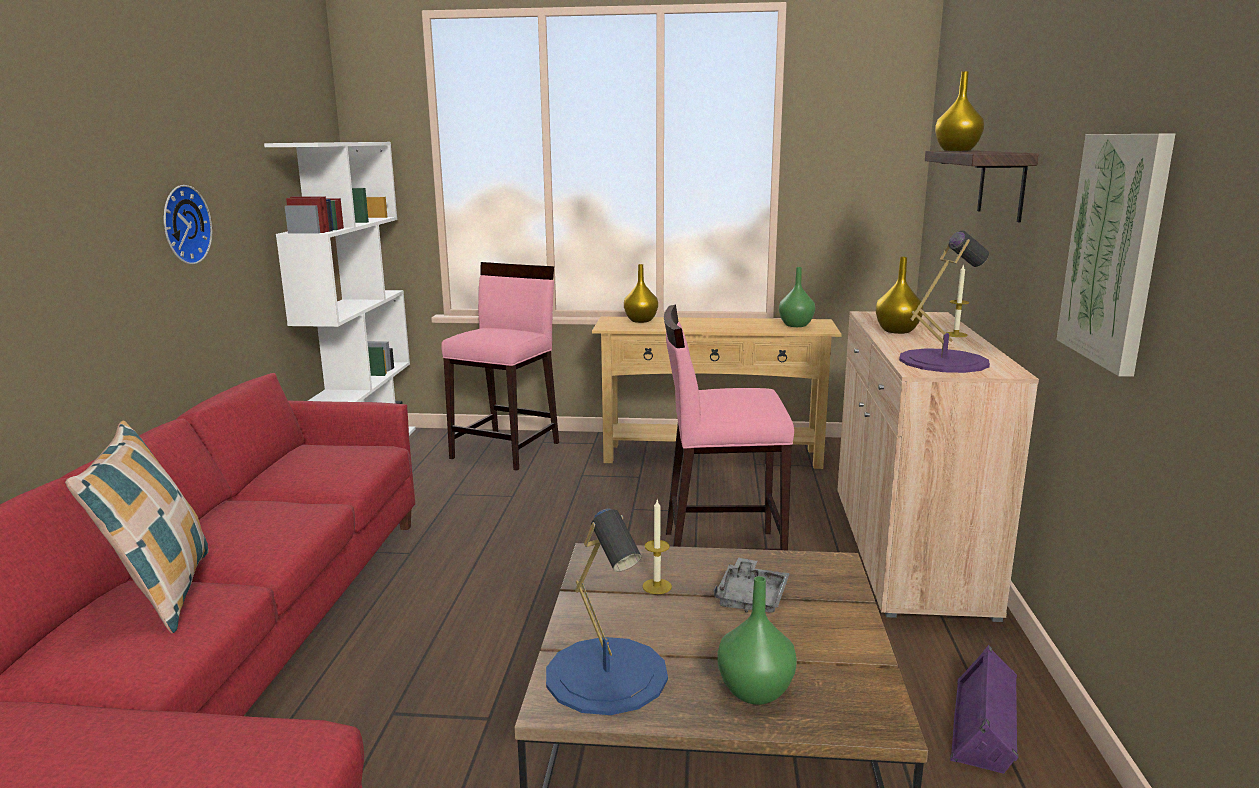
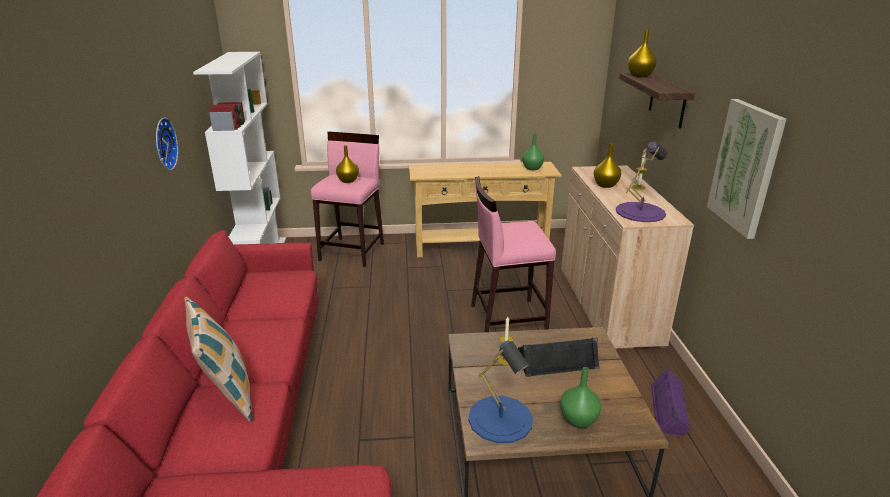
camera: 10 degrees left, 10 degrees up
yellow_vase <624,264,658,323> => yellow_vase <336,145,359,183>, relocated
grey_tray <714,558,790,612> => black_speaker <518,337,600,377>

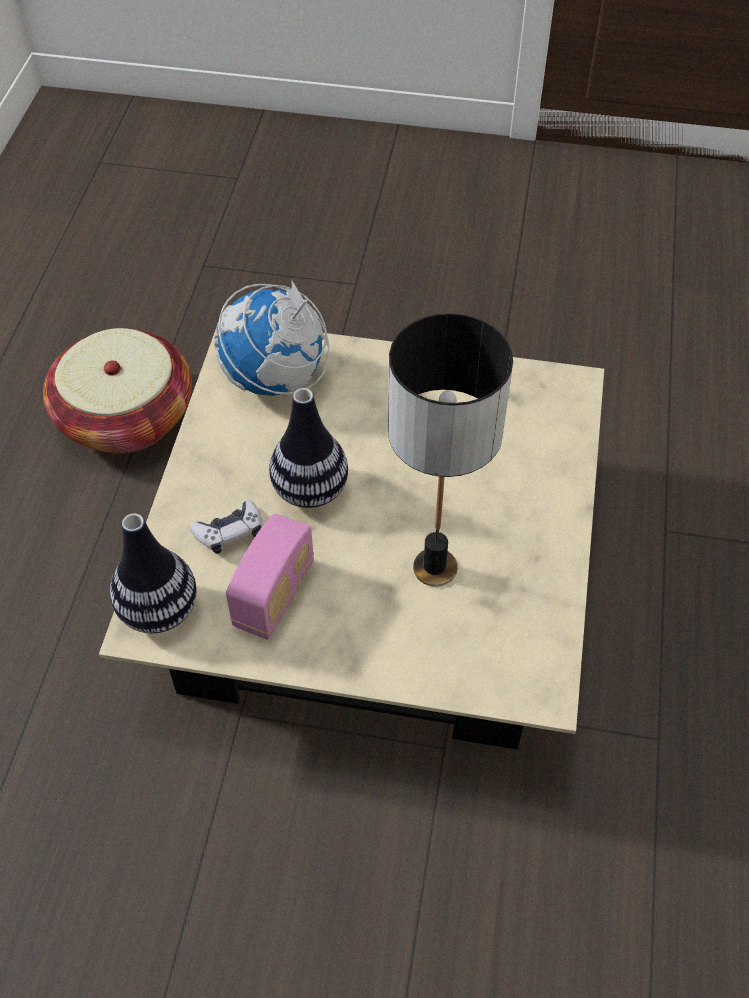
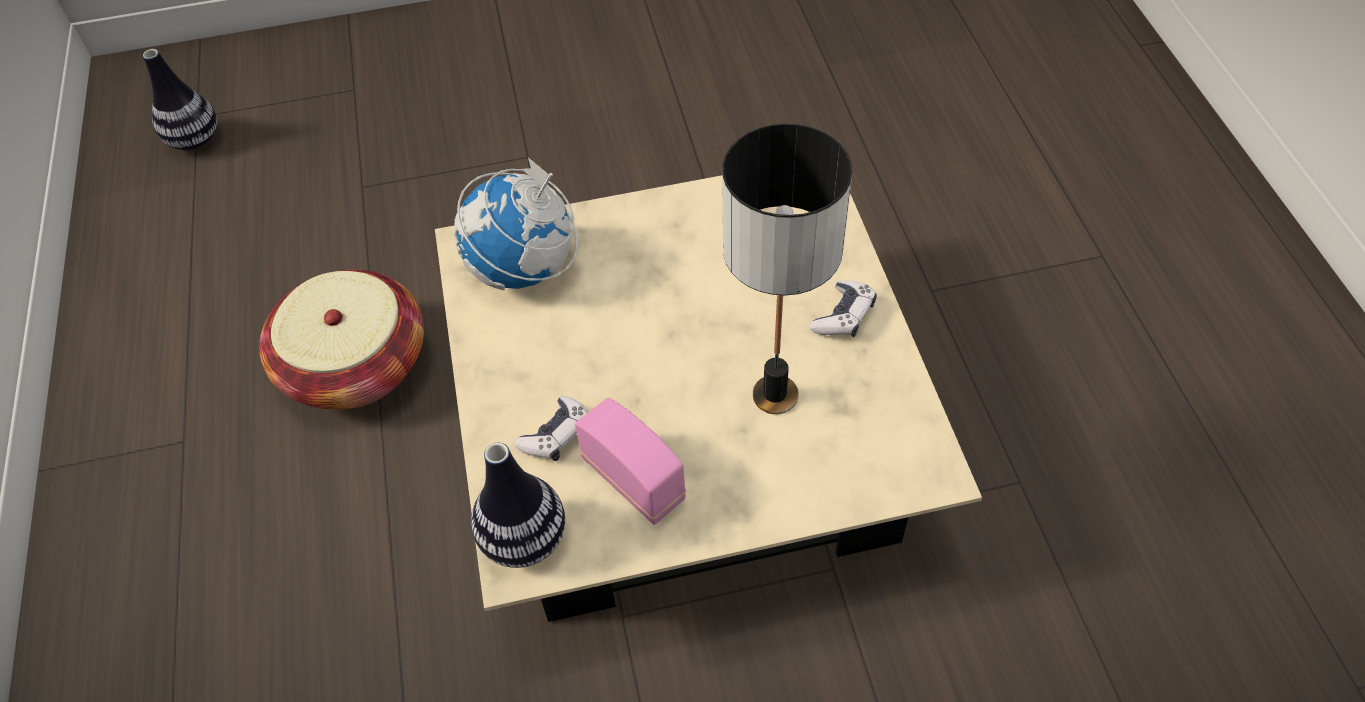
camera: 20 degrees left, 0 degrees up
radio <226,513,314,640> => radio <575,398,686,525>, 45 degrees counterclockwise
vase <269,388,348,508> => vase <143,49,217,150>, relocated
nothing => game_controller <810,280,877,337>

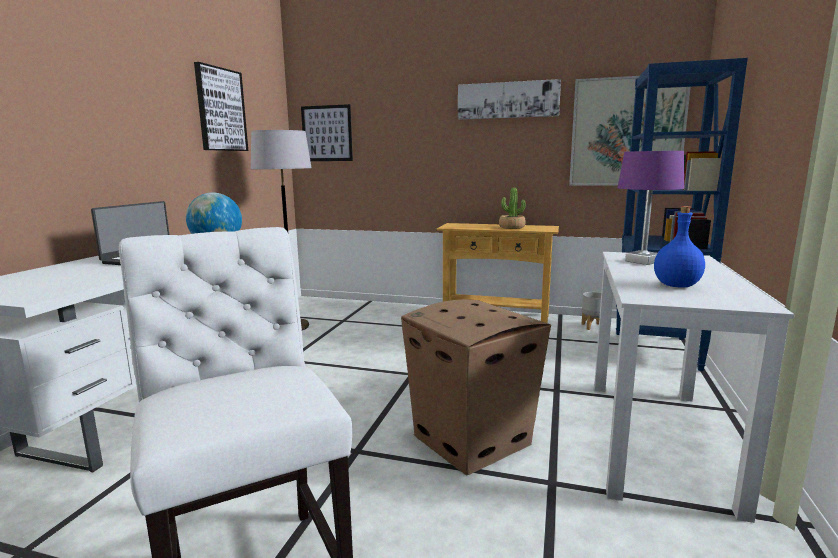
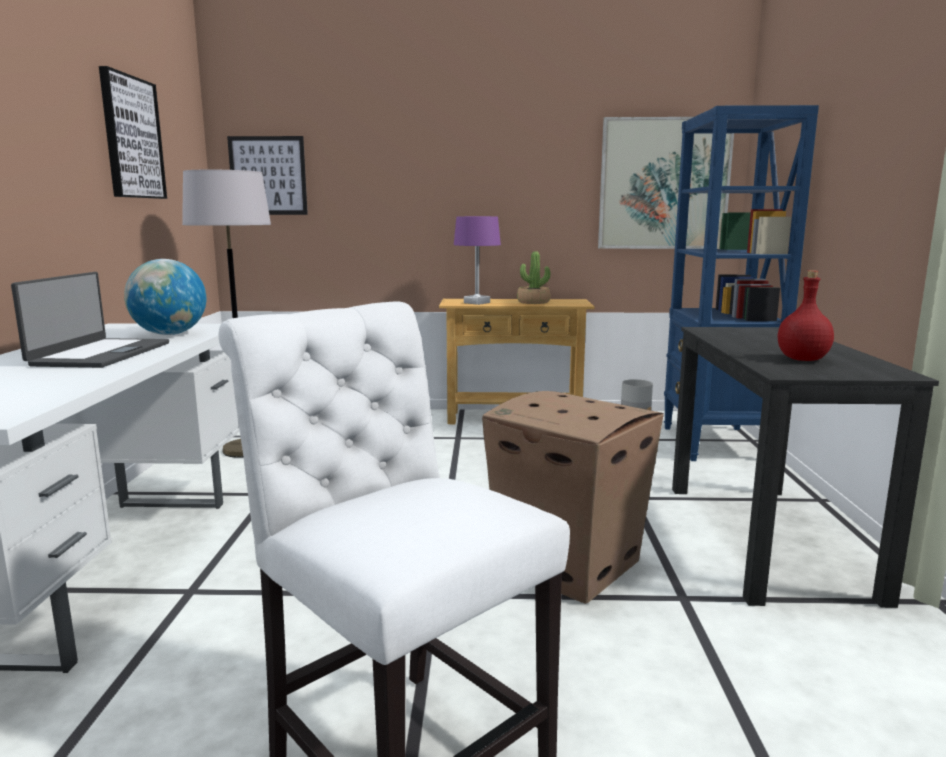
camera: 15 degrees left, 0 degrees up
picture <458,79,561,120> => nothing
white_desk <594,252,795,523> => black_desk <672,327,939,608>
purple_table_lamp <617,151,684,265> => purple_table_lamp <454,216,501,305>, relocated
blue_bottle <654,206,705,288> => red_bottle <778,270,834,361>

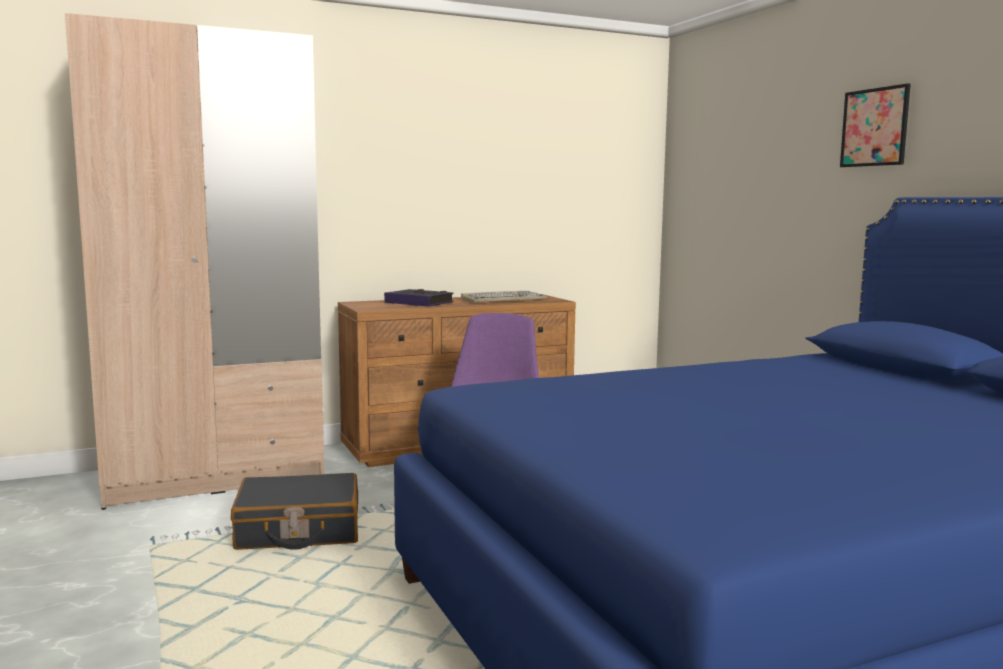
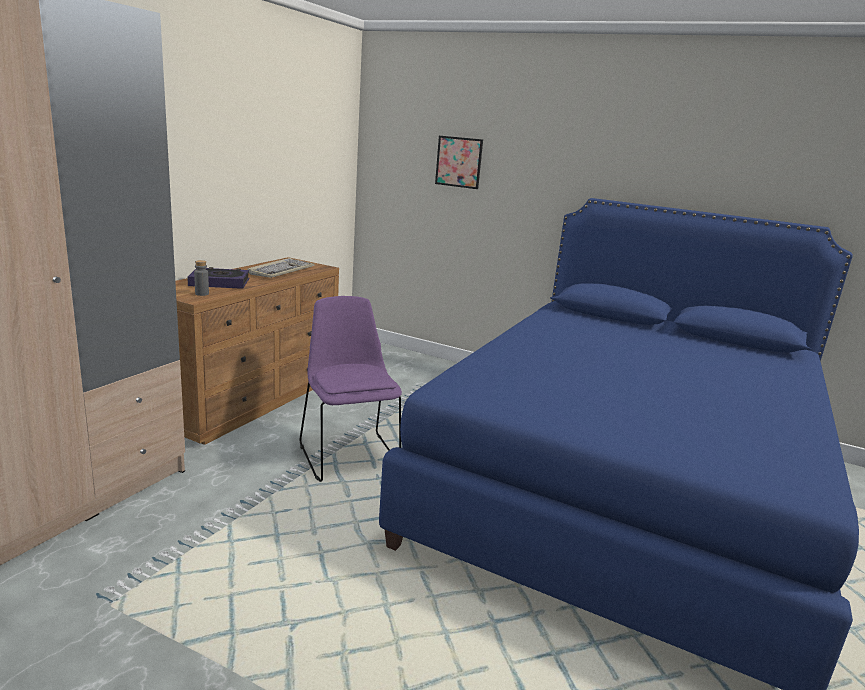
camera: 40 degrees left, 10 degrees up
black_suitcase <231,473,358,550> => nothing
picture <840,83,911,167> => picture <435,136,483,189>, relocated
nothing => grey_bottle <194,260,209,296>

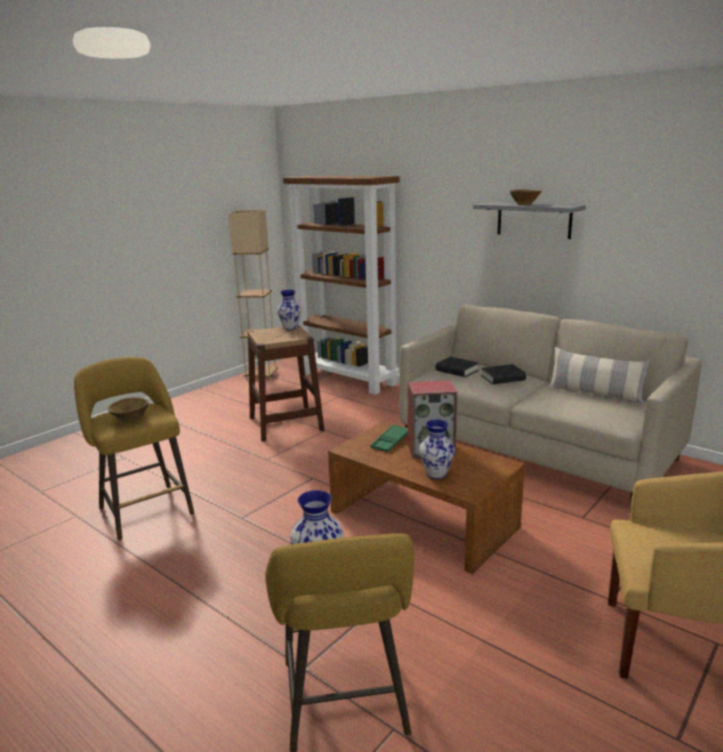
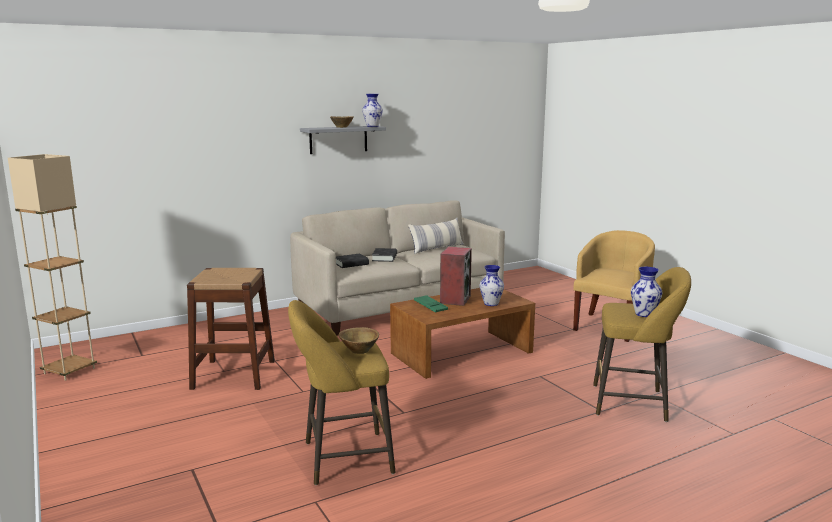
camera: 70 degrees left, 5 degrees down
vase <277,290,301,330> => vase <362,94,383,127>, relocated
brown_bookcase <283,176,400,395> => nothing

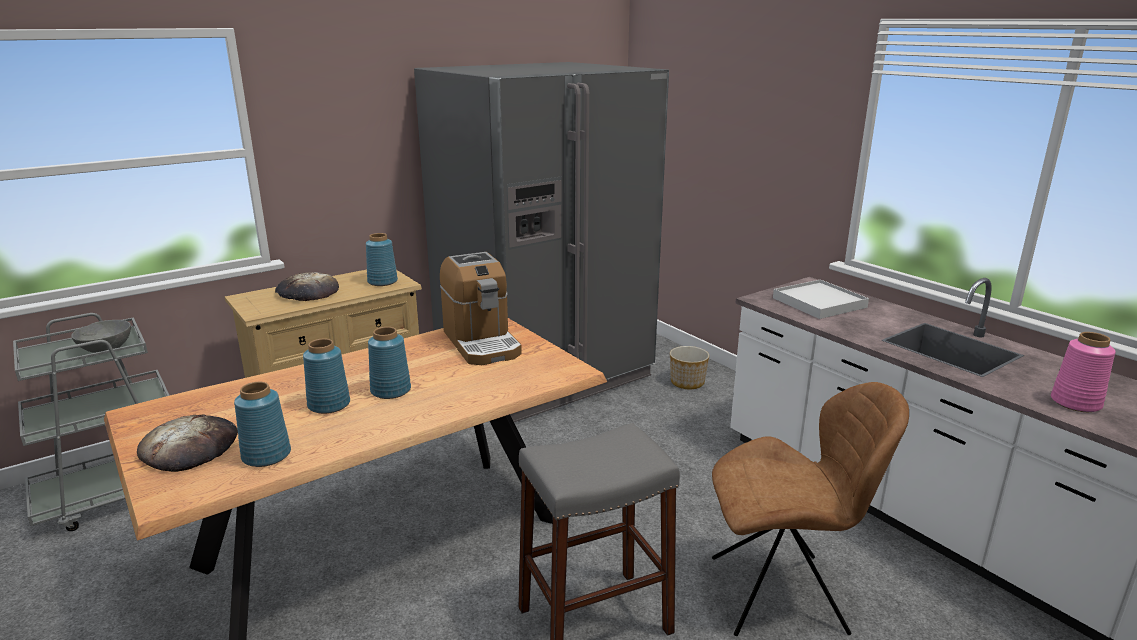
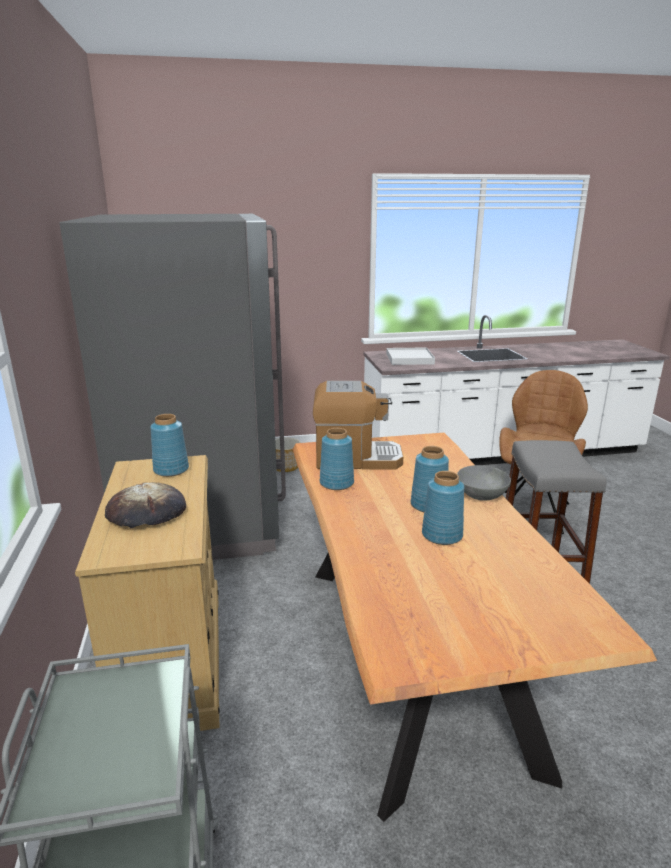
camera: 65 degrees left, 0 degrees up
grey_bowl <71,320,131,353> => grey_bowl <457,465,511,500>, relocated
bread <137,415,238,472> => nothing
blue_vase <234,382,291,467> => blue_vase <320,428,354,490>, relocated
pink_vase <1051,332,1116,412> => nothing

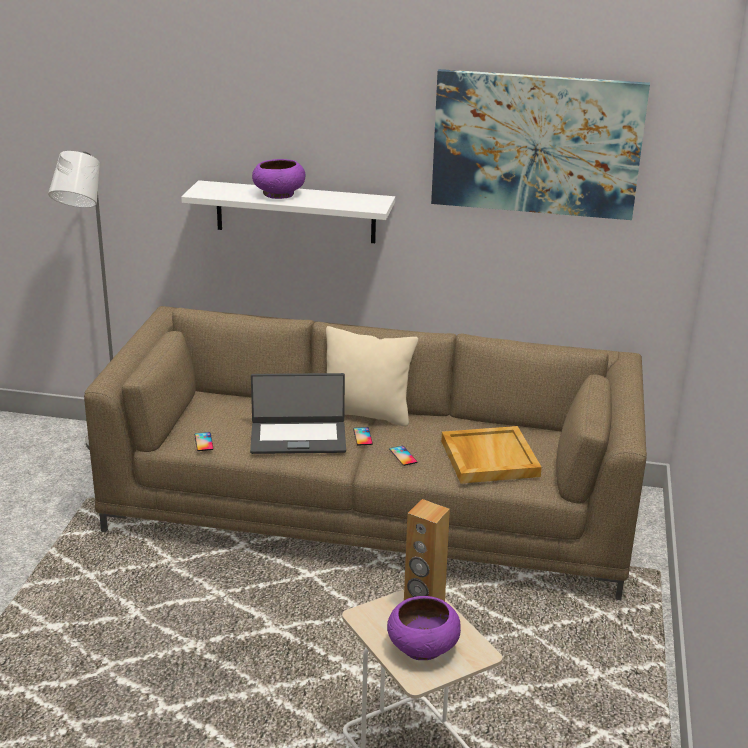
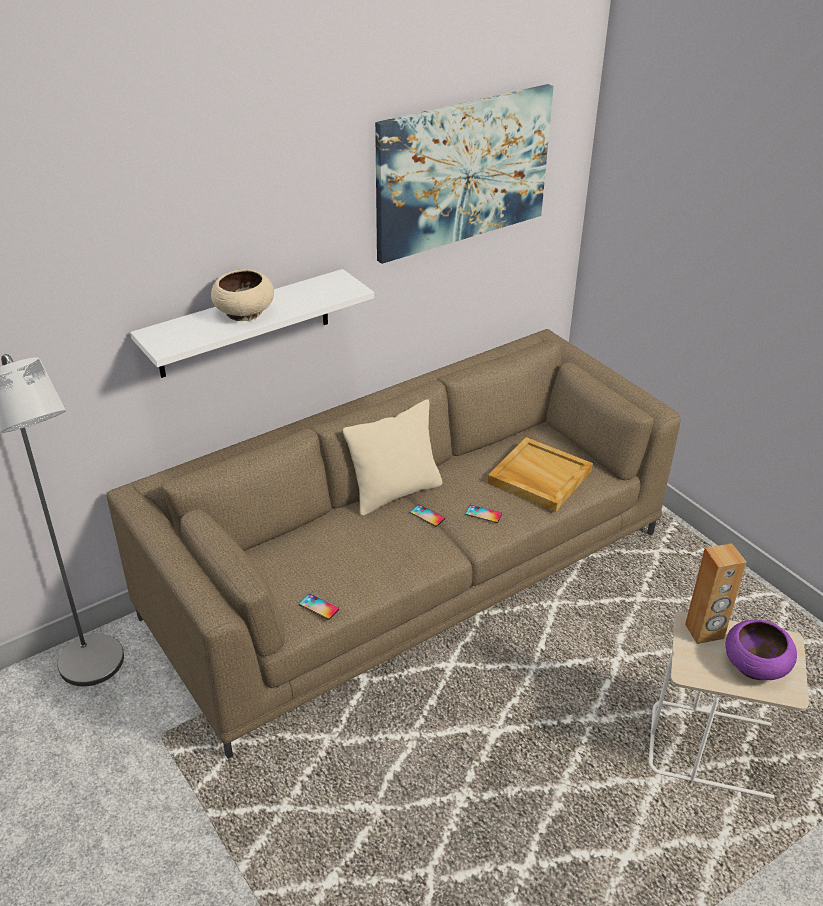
camera: 45 degrees left, 10 degrees up
laptop <250,373,346,454> => nothing
purple_bowl <252,159,306,199> => beige_bowl <211,269,274,321>

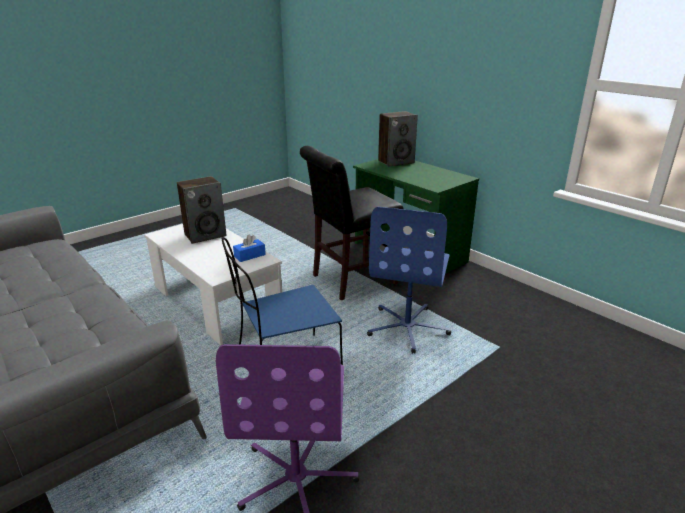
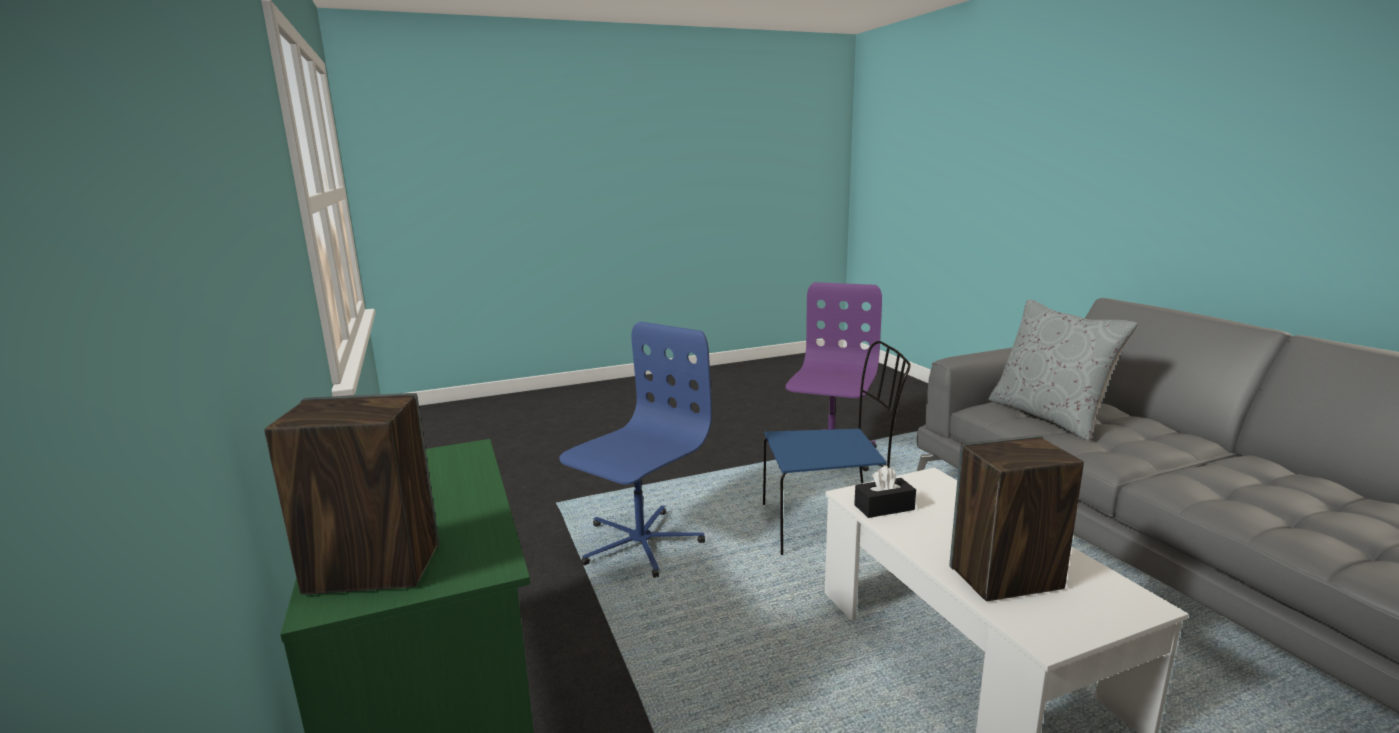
camera: 160 degrees left, 10 degrees down
blue_tissue_box <233,234,266,262> => black_tissue_box <854,466,916,518>
black_chair <300,146,403,300> => nothing
nothing => grey_pillow <988,299,1138,441>

